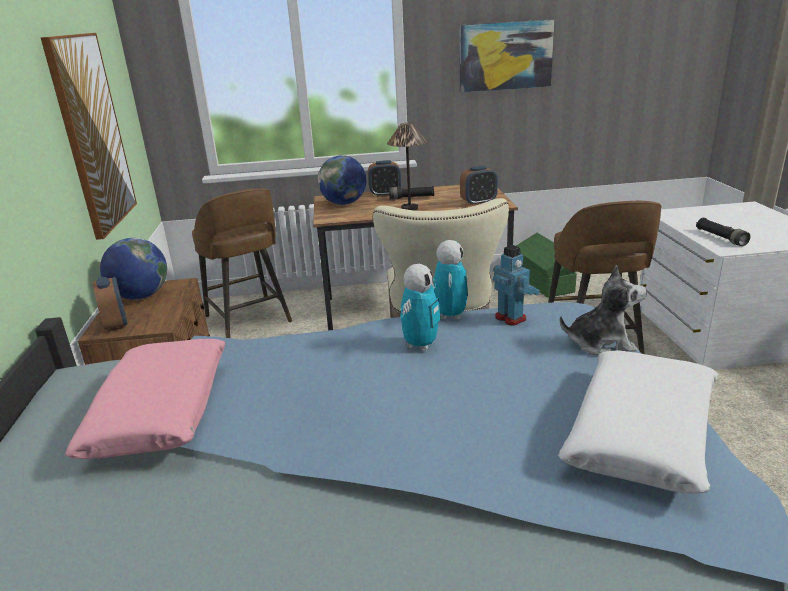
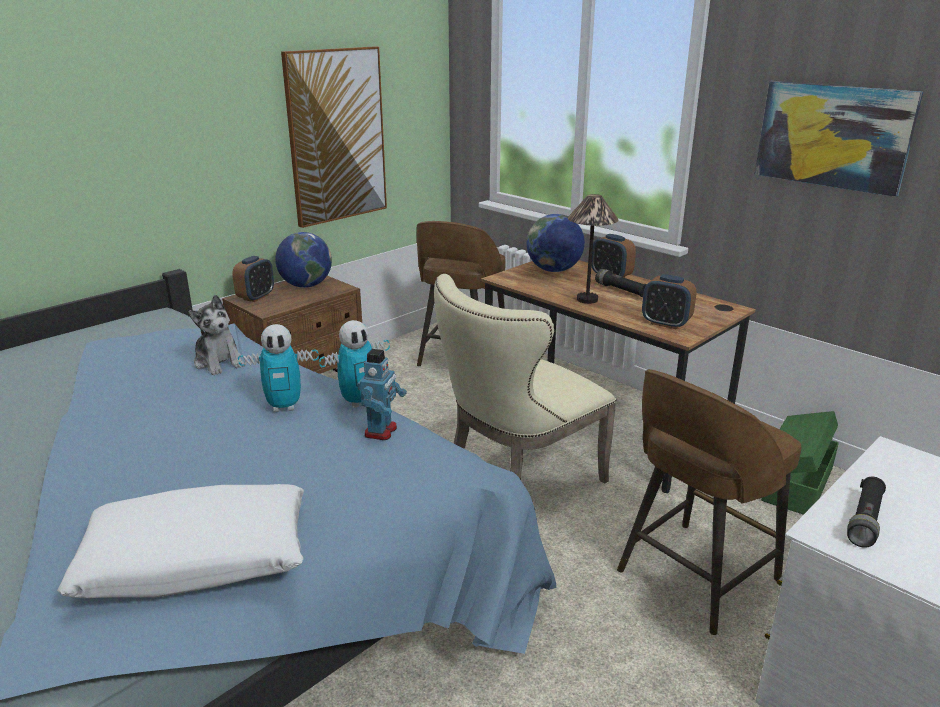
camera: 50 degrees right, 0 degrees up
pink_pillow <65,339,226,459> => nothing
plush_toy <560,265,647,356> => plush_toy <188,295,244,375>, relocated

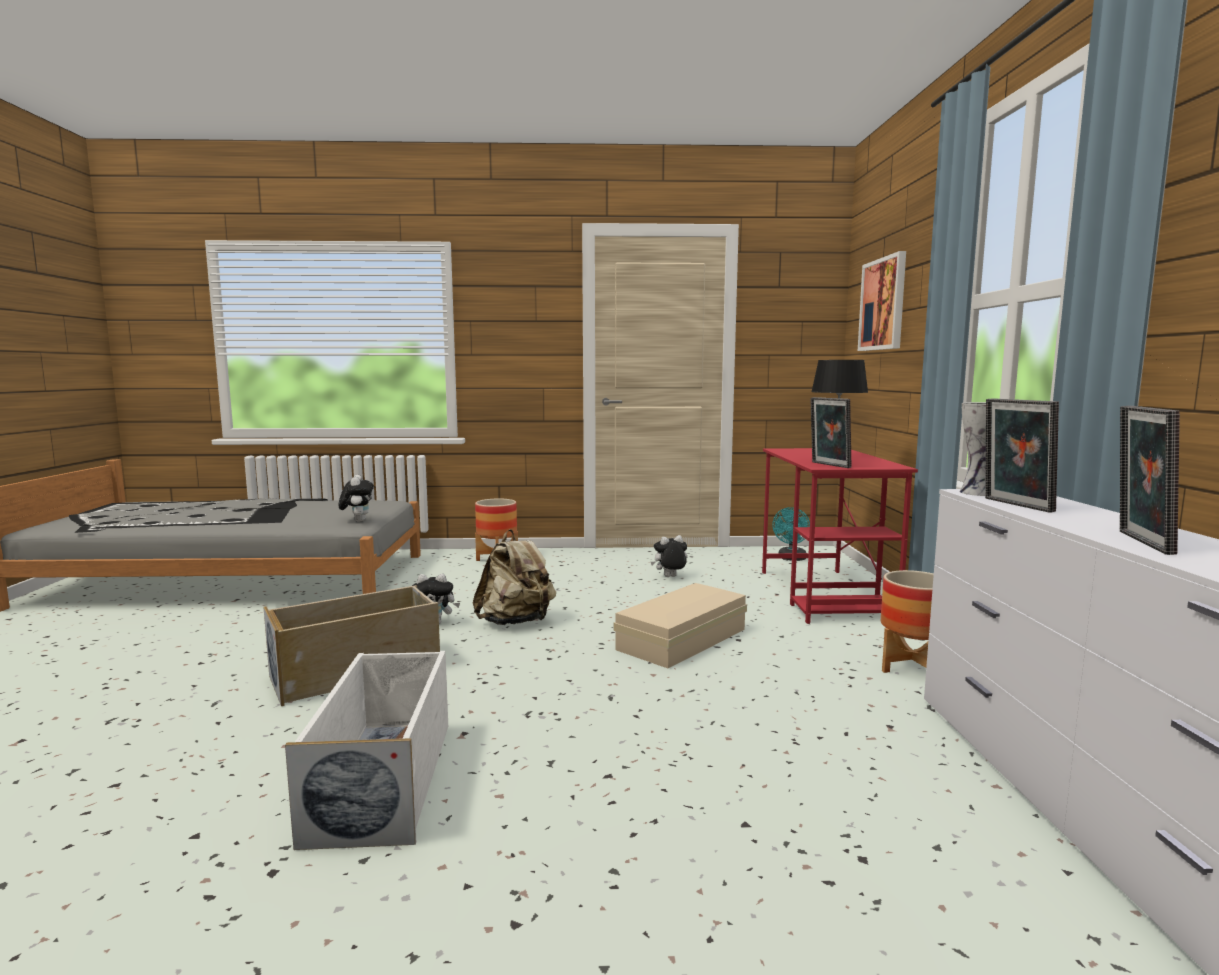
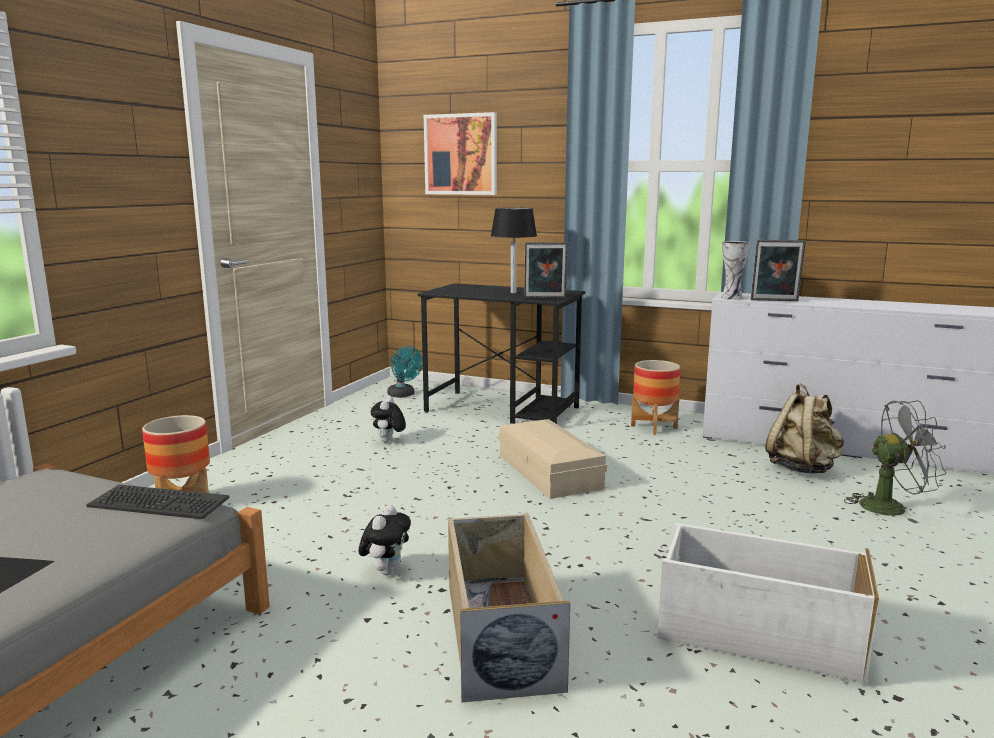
camera: 65 degrees left, 5 degrees up
plush_toy <339,475,374,522> => keyboard <86,485,230,519>
beige_backpack <473,529,556,625> => beige_backpack <765,383,844,474>, relocated
red_desk <762,448,918,624> => black_desk <417,283,585,424>
picture_frame <1120,406,1180,555> => nothing
nothing => grey_fan <844,400,947,523>

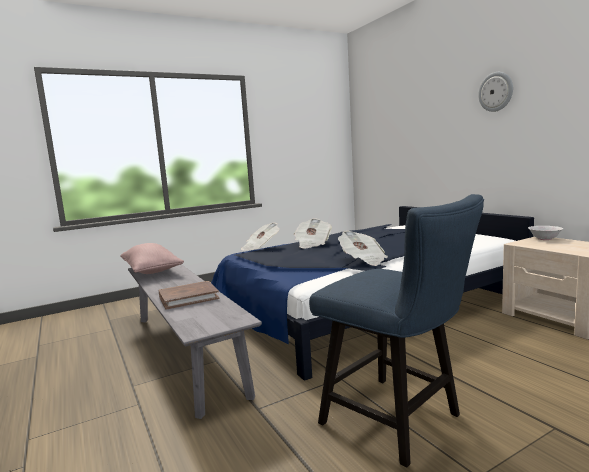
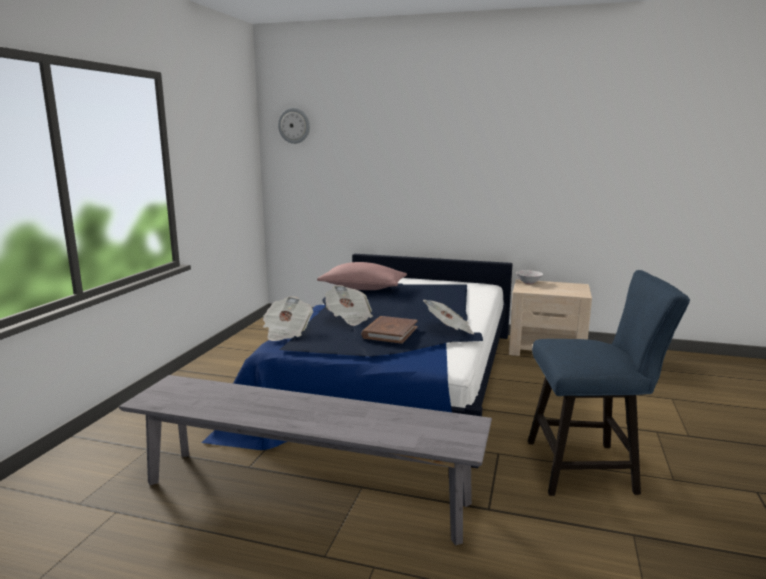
camera: 45 degrees left, 5 degrees up
pink_pillow <120,243,184,274> => pink_pillow <317,262,407,290>, relocated
brown_book <159,281,219,310> => brown_book <361,316,418,344>, relocated
wall_clock <478,72,513,112> => wall_clock <278,108,310,144>, relocated

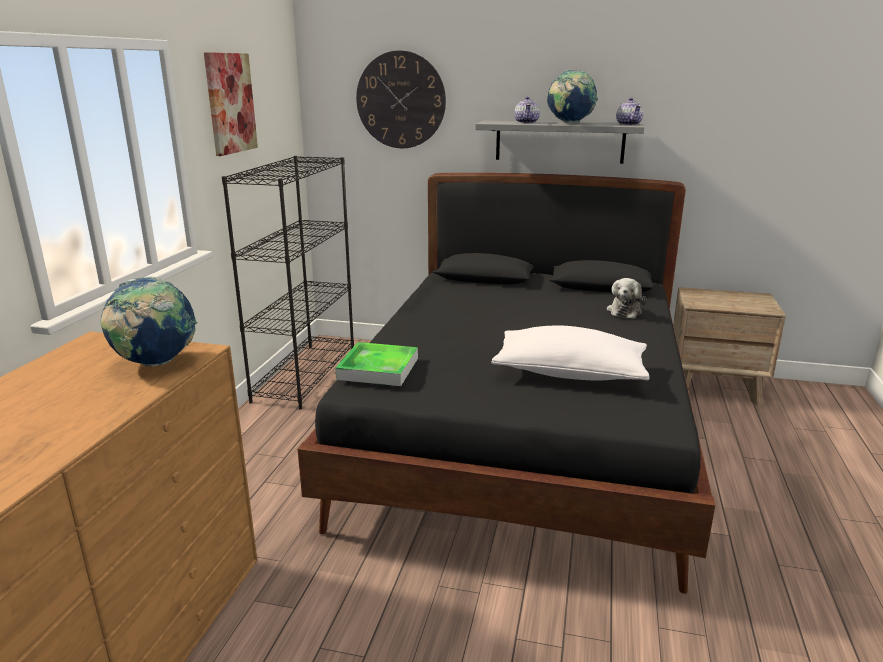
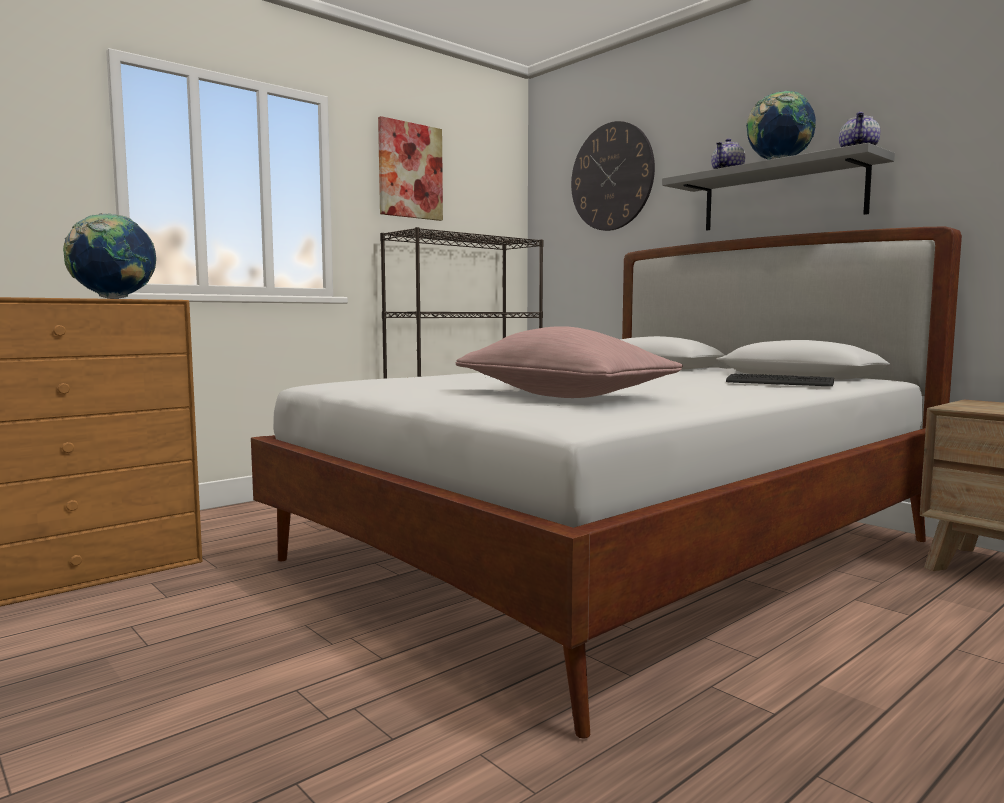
camera: 35 degrees right, 15 degrees down
black_bed <298,173,715,594> => white_bed <251,227,962,739>
tray <335,342,418,386> => nothing
white_pillow <491,325,649,381> => pink_pillow <456,326,683,398>
plush_toy <607,278,646,319> => keyboard <726,374,834,386>

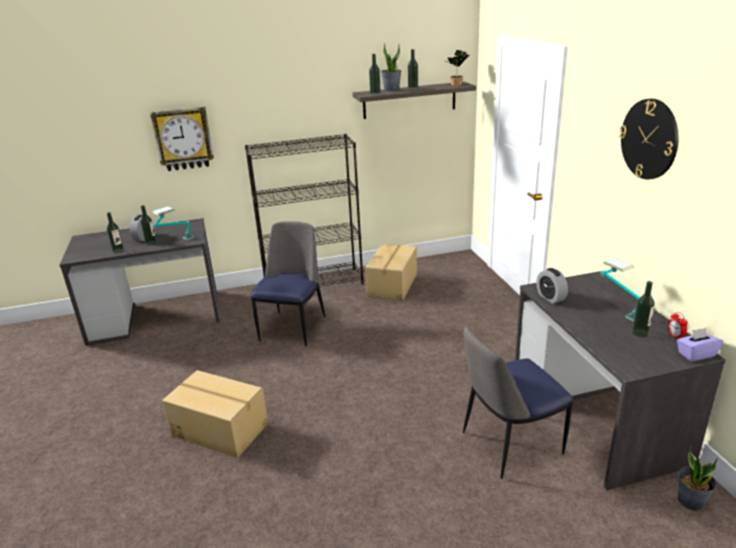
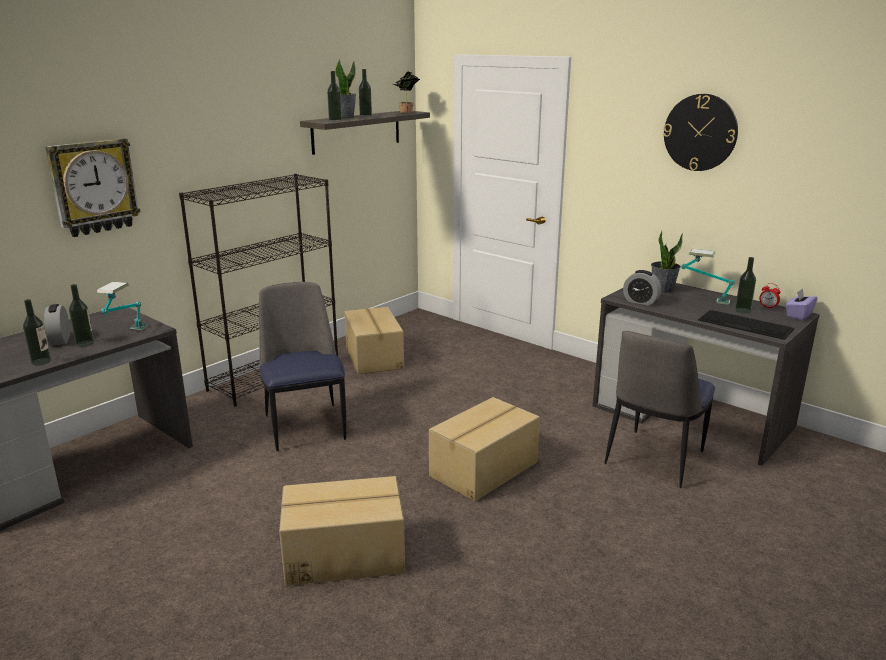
camera: 35 degrees left, 5 degrees down
potted_plant <678,446,718,511> => potted_plant <651,231,683,293>, relocated
nothing => cardboard_box <429,397,540,501>
nothing => keyboard <698,310,795,340>

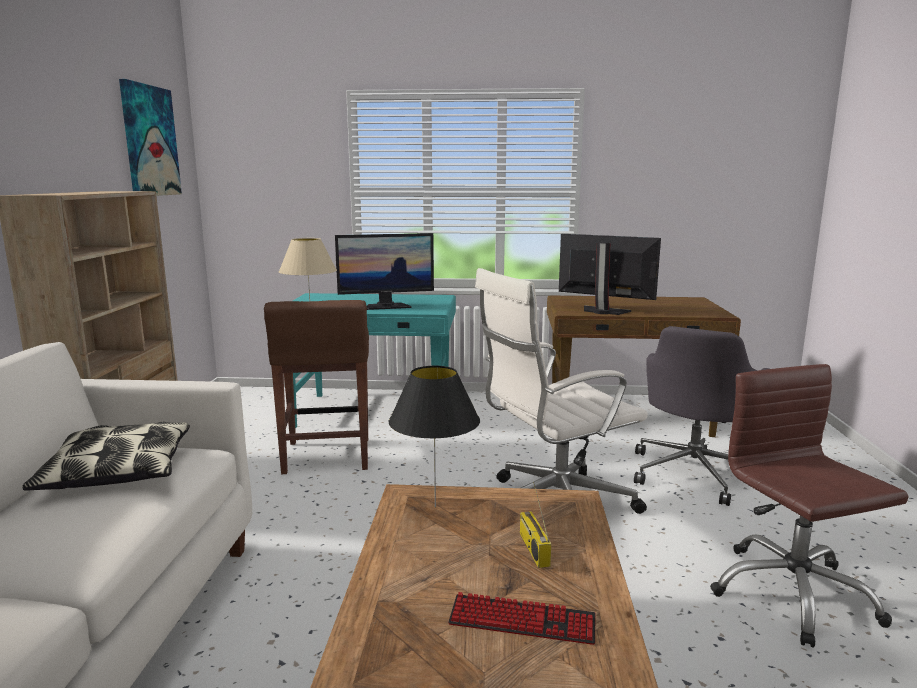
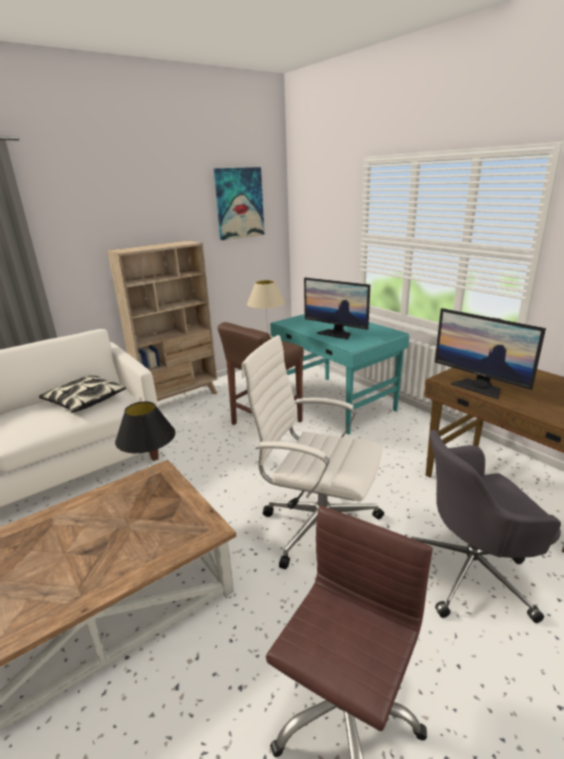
camera: 50 degrees right, 10 degrees up
keyboard <448,592,596,645> => nothing
radio <520,482,551,568> => nothing
monitor <559,234,661,315> => monitor <435,308,546,399>, 150 degrees clockwise

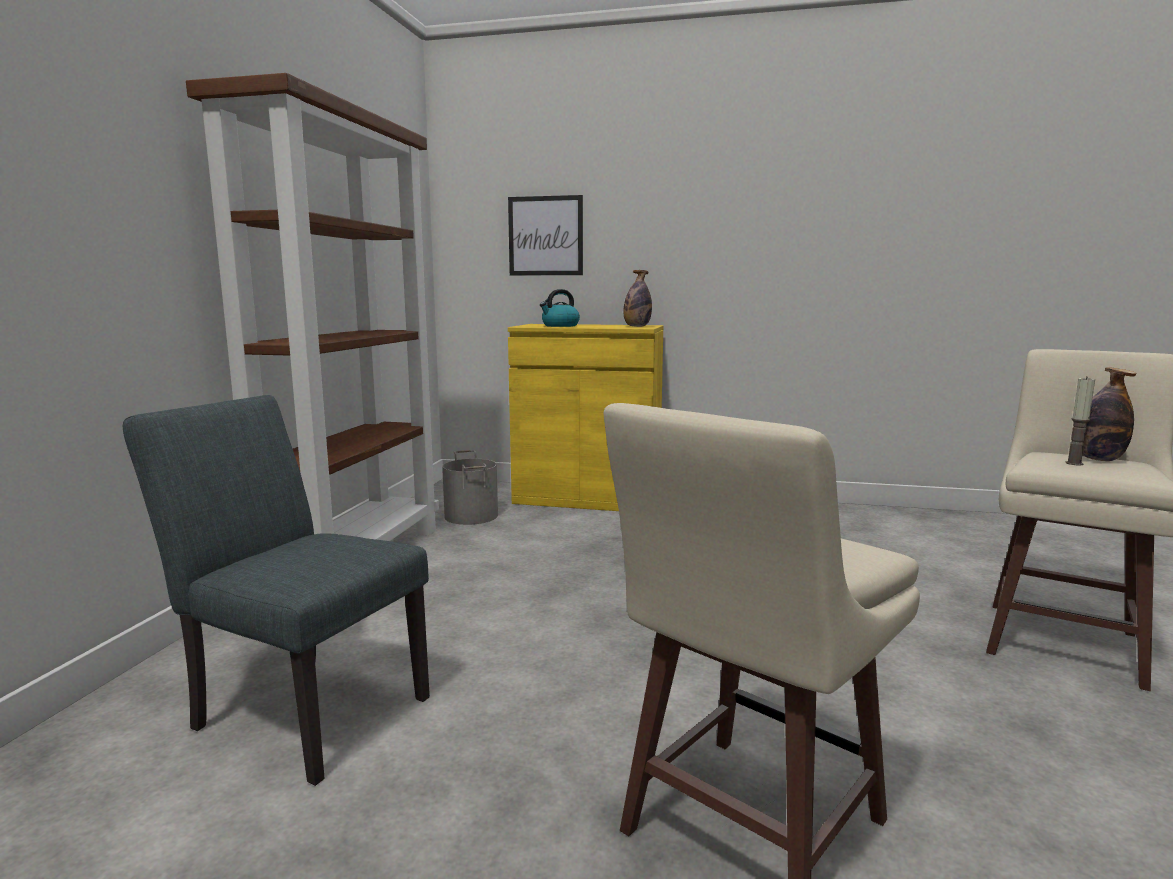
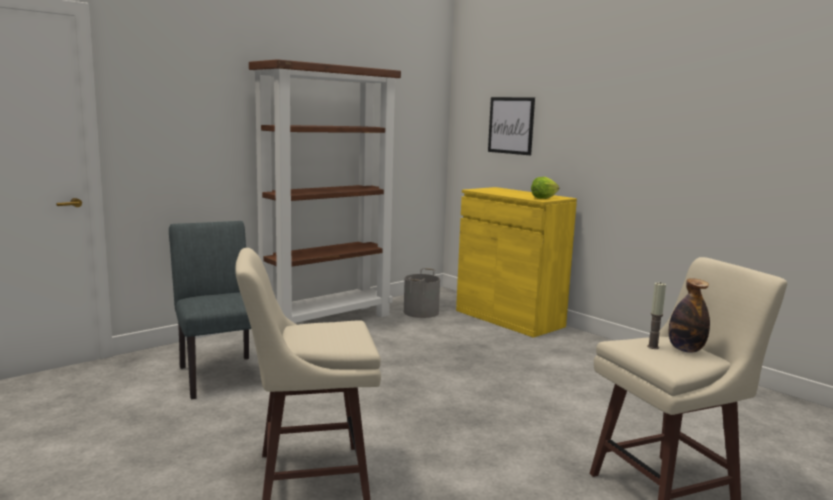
camera: 35 degrees right, 0 degrees up
kettle <540,289,580,327> => nothing
bottle <623,270,652,327> => lettuce <531,177,559,199>

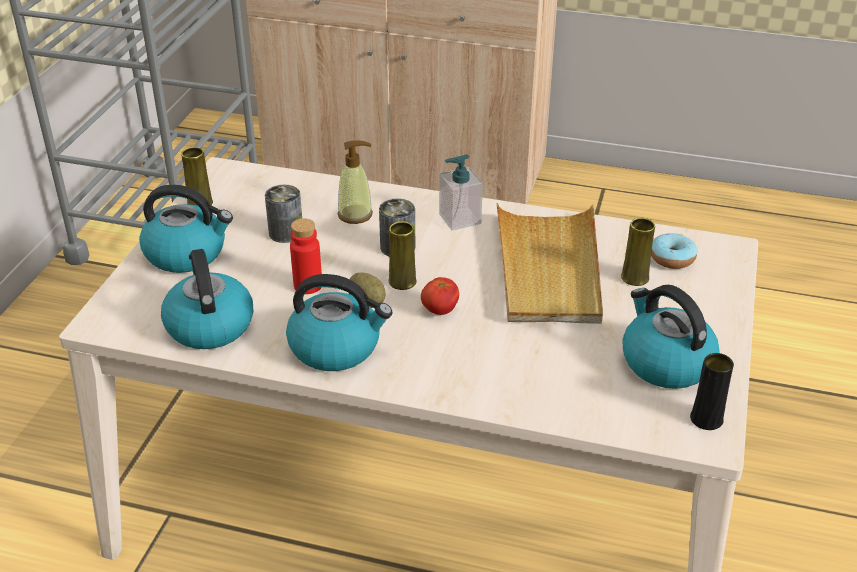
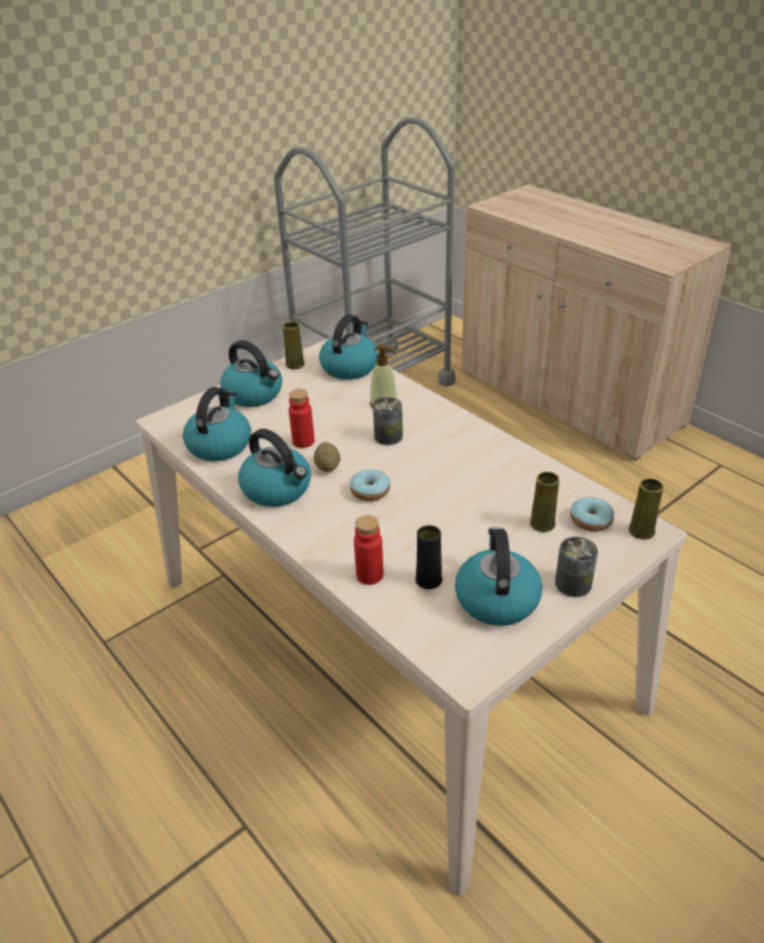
camera: 35 degrees right, 0 degrees up
can <265,185,302,243> => can <555,536,598,597>, relocated
yellow_vase <389,221,417,290> => yellow_vase <629,478,664,539>, relocated
tomato <421,277,459,315> => donut <350,469,390,501>
soap_dispenser <439,154,483,231> => nothing
beige_tray <497,203,603,324> => nothing
black_vase <690,353,734,430> => black_vase <415,525,442,589>, relocated
nothing => kettle <319,314,378,380>
nothing => red_bottle <354,515,383,585>

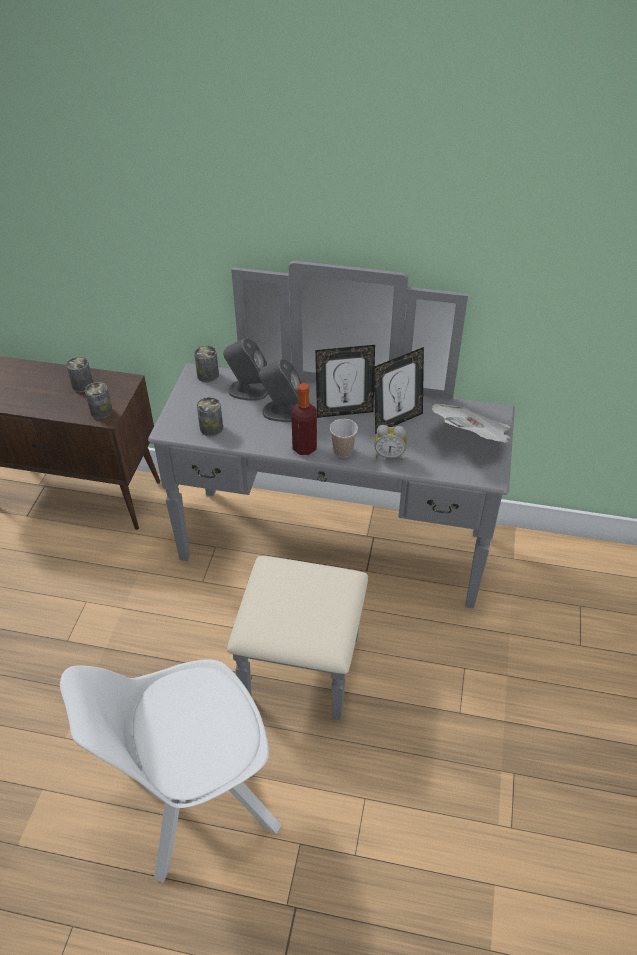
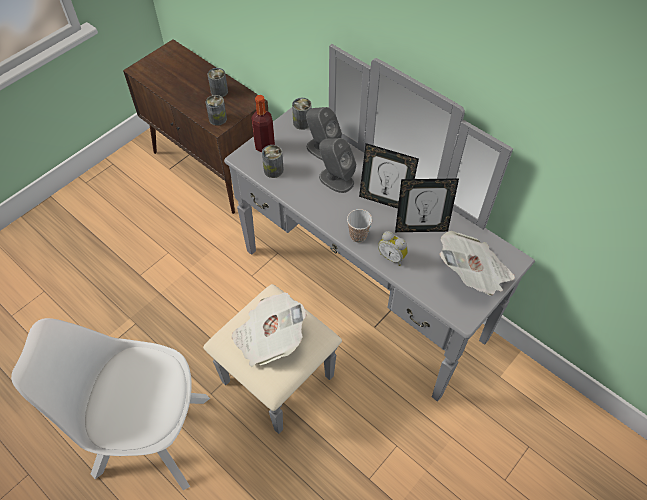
camera: 30 degrees right, 10 degrees up
bottle <291,383,317,455> => bottle <251,95,275,152>, relocated
nothing => newspaper <231,293,307,367>

